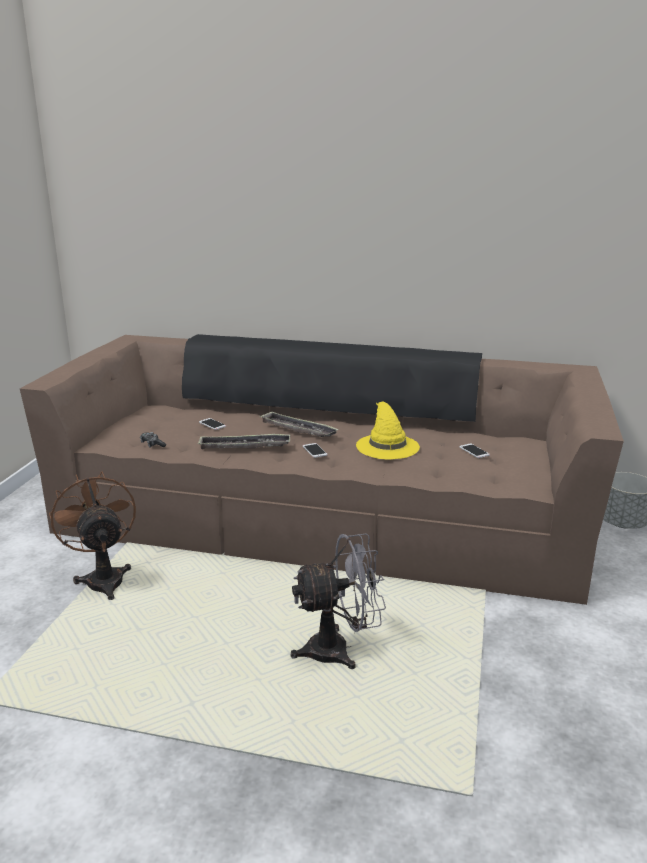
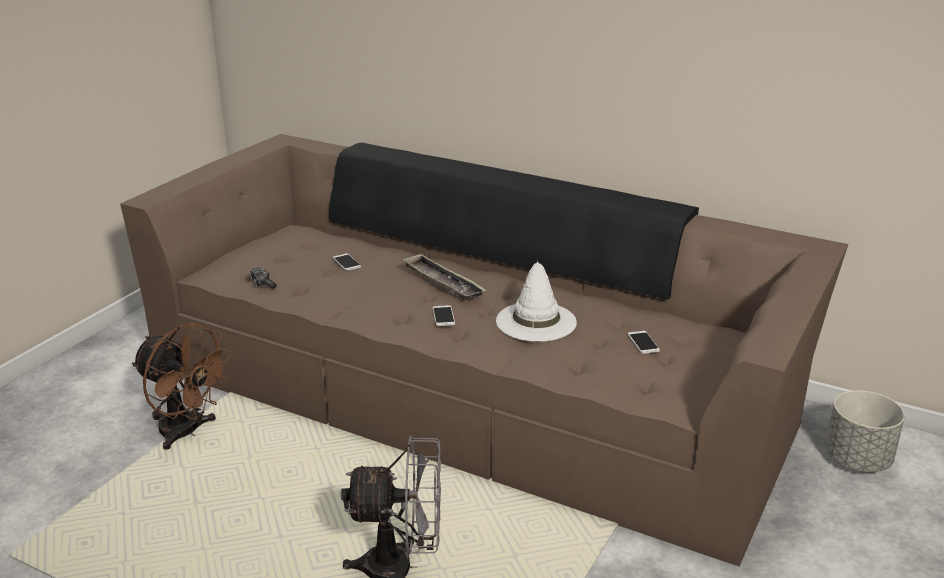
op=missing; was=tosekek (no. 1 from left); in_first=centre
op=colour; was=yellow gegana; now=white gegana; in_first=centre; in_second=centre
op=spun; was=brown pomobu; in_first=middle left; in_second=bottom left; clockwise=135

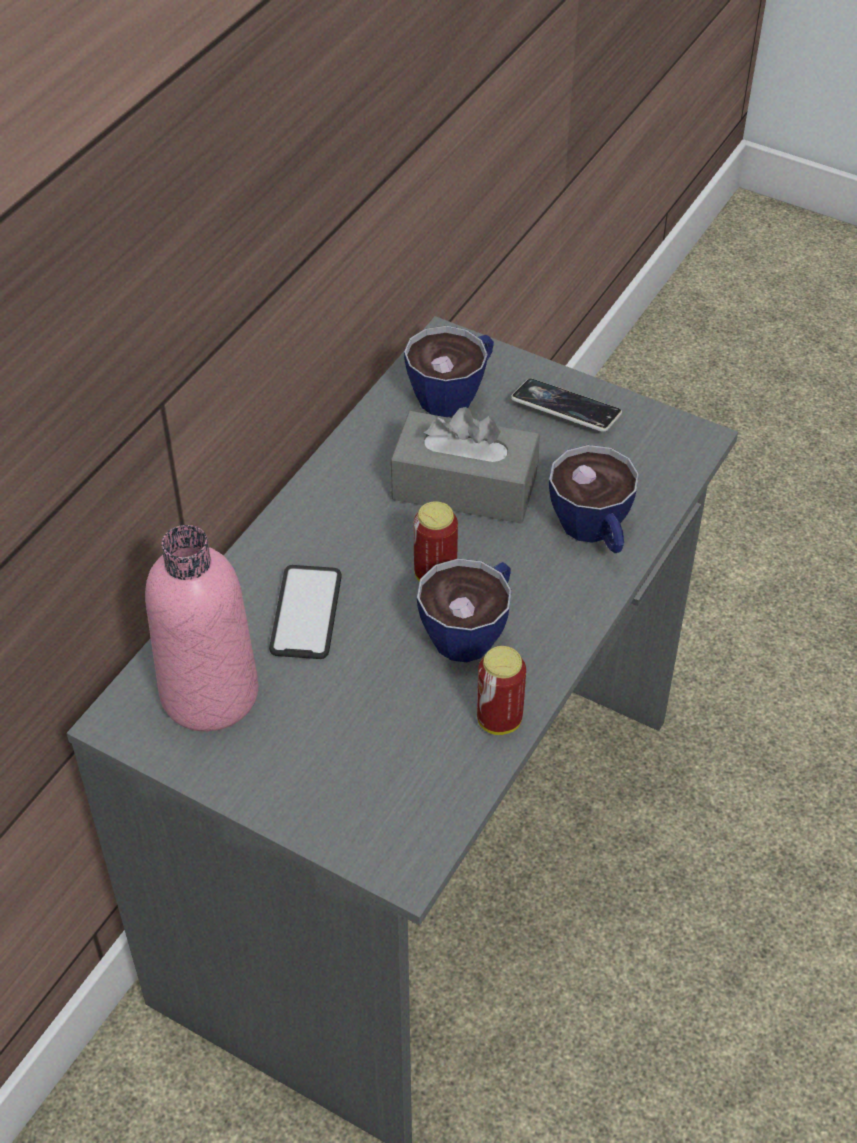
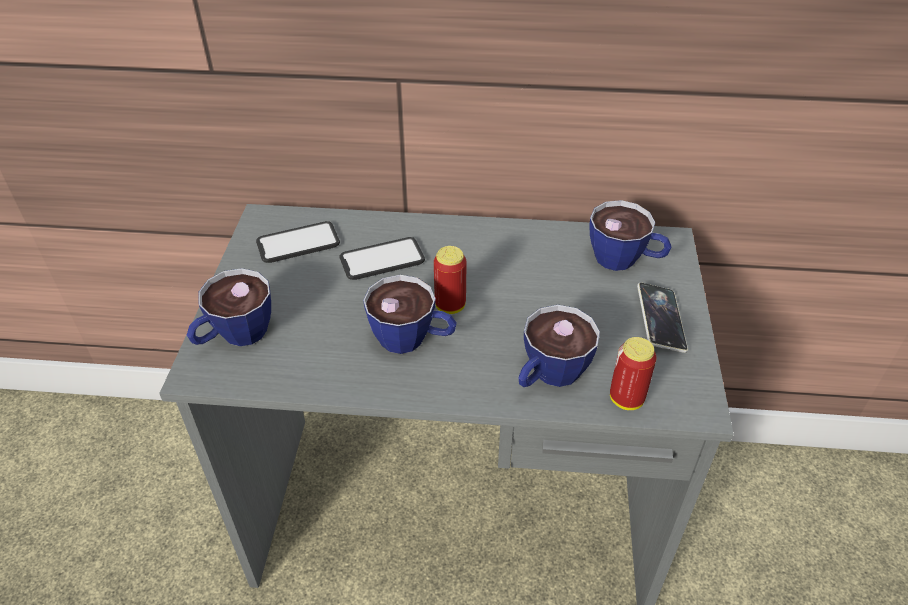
op=missing; was=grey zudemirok; in_first=centre
op=appeared; now=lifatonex (no. 1 from left); in_second=middle left
op=relocated; was=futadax (no. 2 from left); in_first=centre; in_second=middle right
op=exchanged; was=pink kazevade; now=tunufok (no. 1 from left); in_first=middle left; in_second=middle left

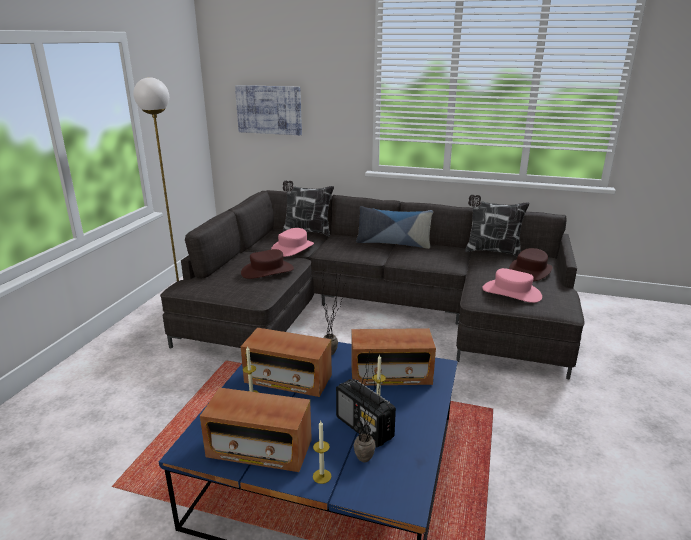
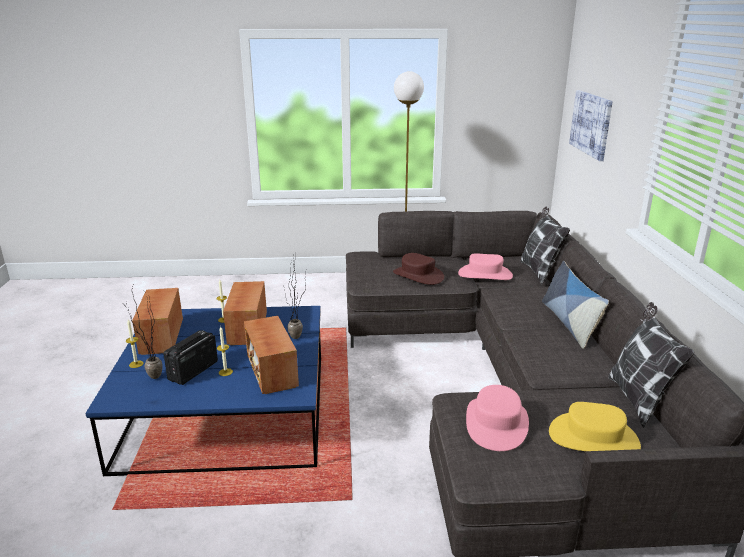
op=colour; was=brown gegana (no. 2 from left); now=yellow gegana; in_first=middle right; in_second=bottom right

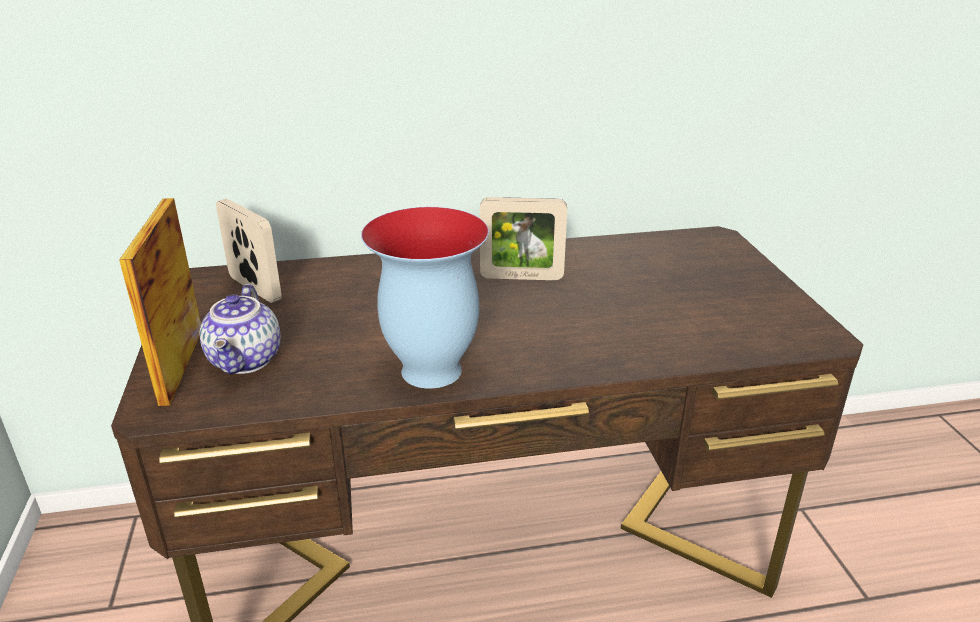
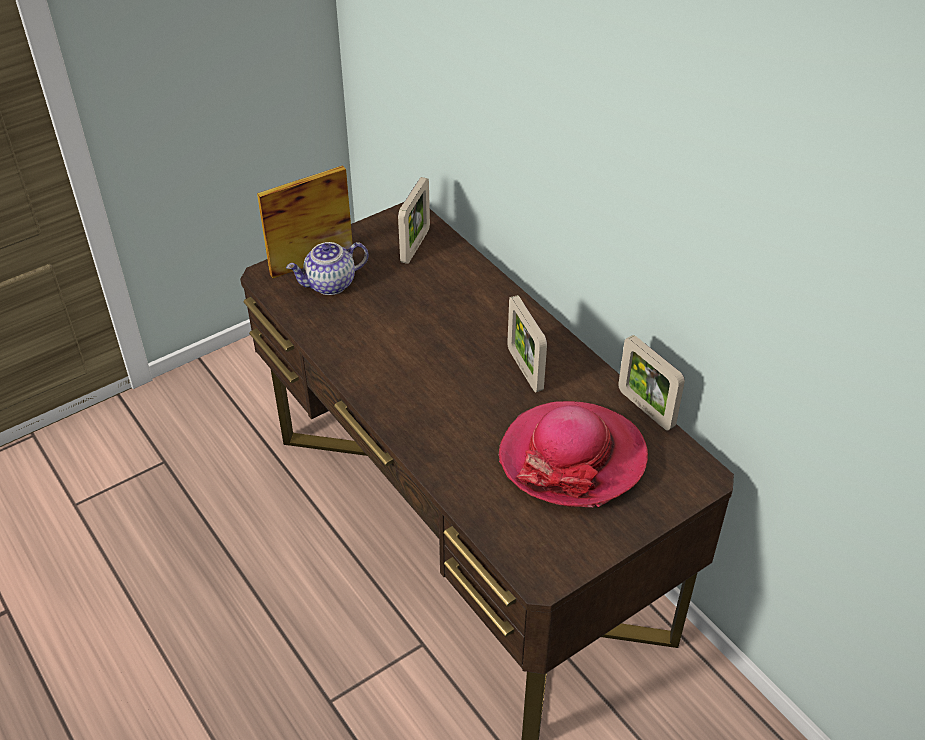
op=missing; was=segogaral; in_first=centre
op=appeared; now=gegana; in_second=centre
op=appeared; now=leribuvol (no. 4 from left); in_second=middle right

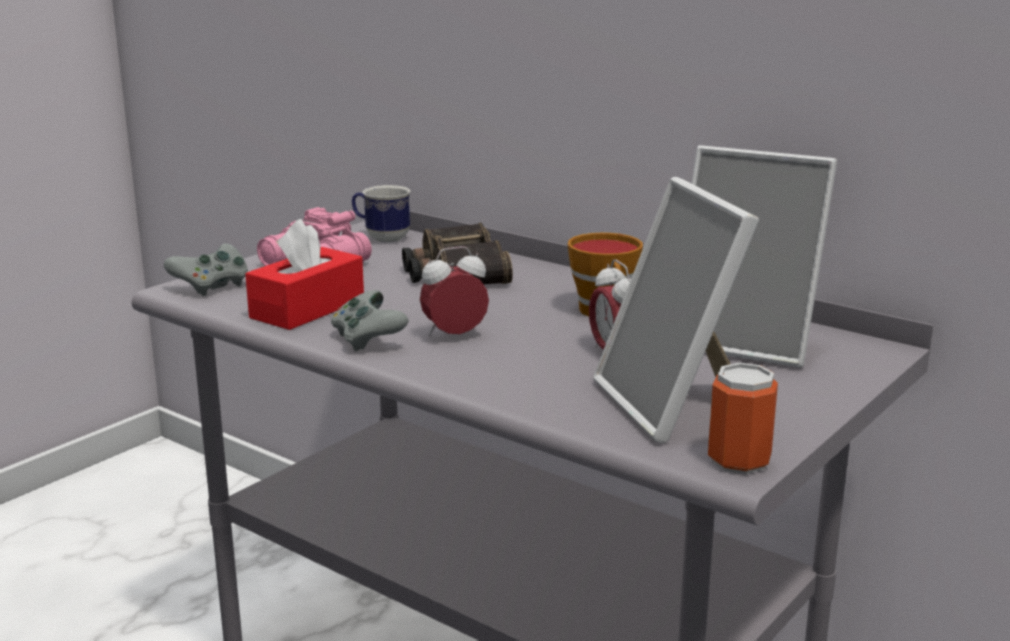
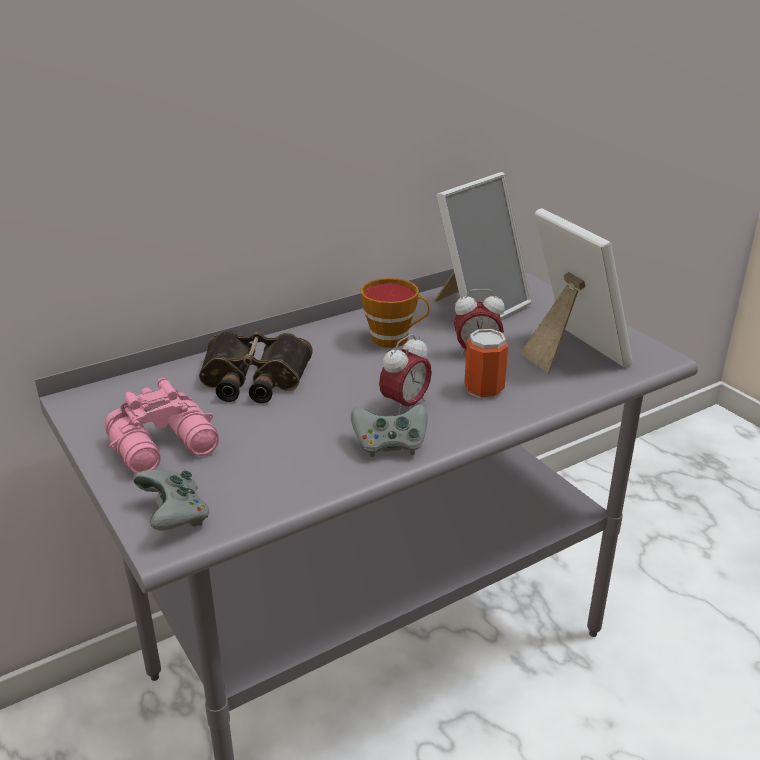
op=missing; was=red zudemirok; in_first=middle left
op=missing; was=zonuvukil; in_first=top centre
op=relocated; was=futadax; in_first=middle right; in_second=centre
op=spun; was=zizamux (no. 1 from left); in_first=centre; in_second=centre; clockwise=-135
op=spun; was=leribuvol (no. 1 from left in the first image); in_first=middle right; in_second=middle right; clockwise=-120

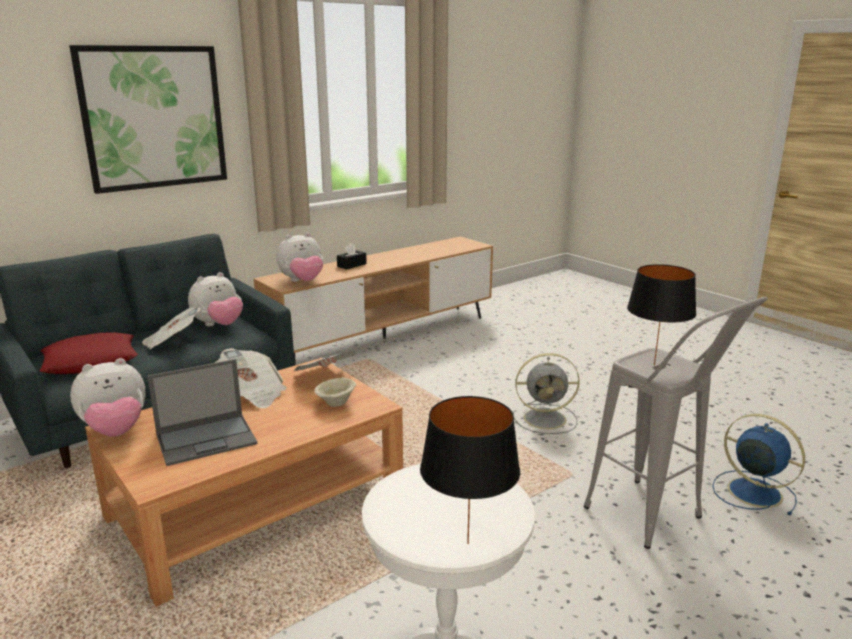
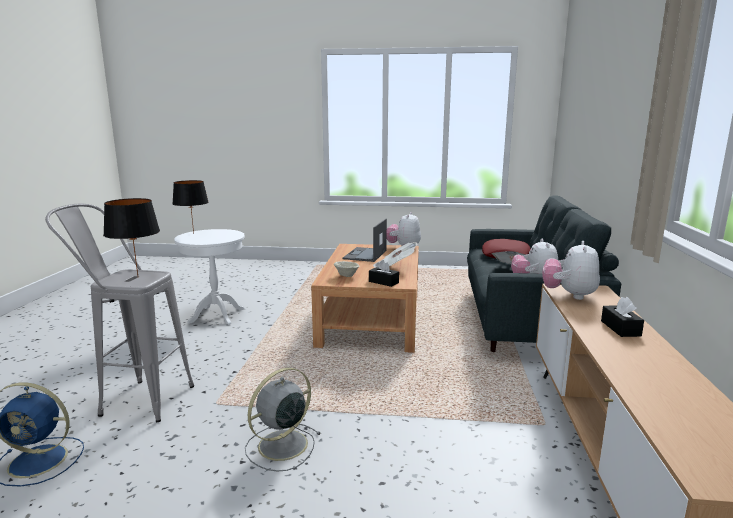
op=missing; was=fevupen; in_first=top left
op=exchanged; was=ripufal (no. 3 from left); now=black zudemirok (no. 1 from left); in_first=centre; in_second=centre

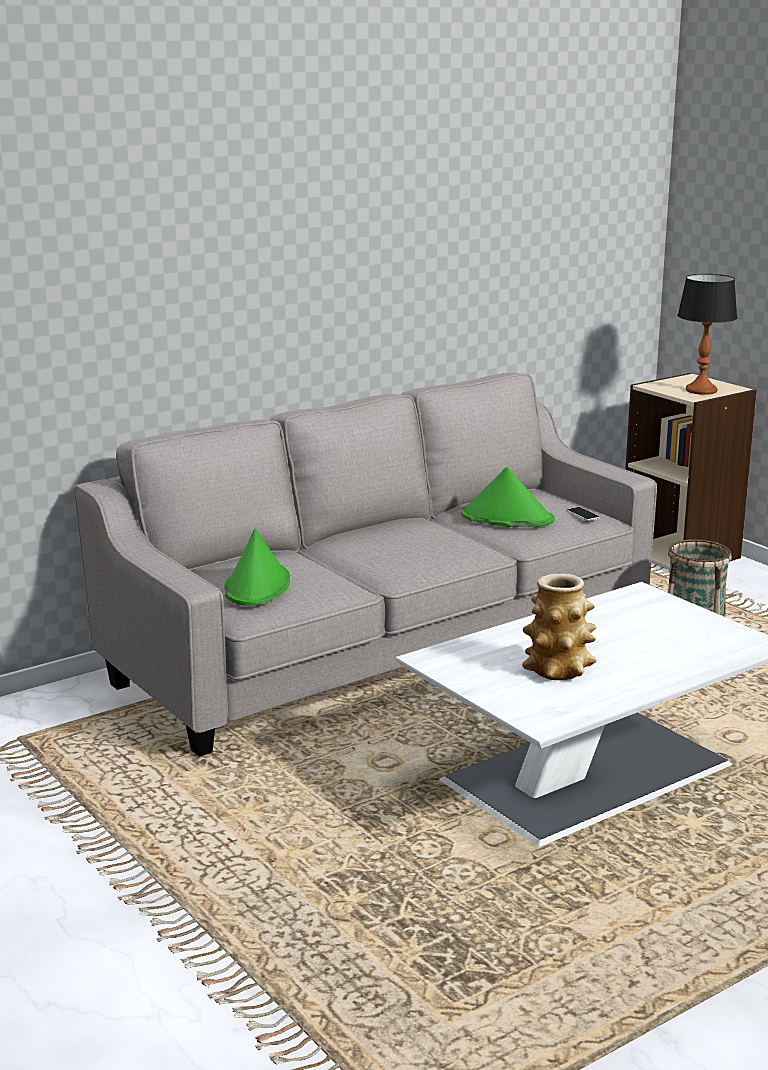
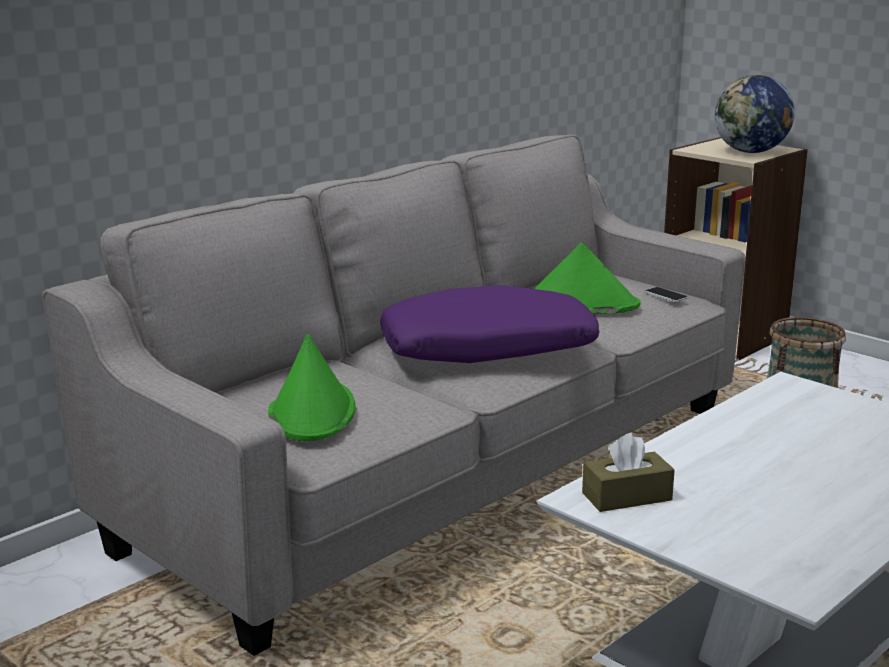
op=missing; was=segogaral; in_first=middle right
op=appeared; now=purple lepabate; in_second=centre
op=appeared; now=brown zudemirok; in_second=bottom right
op=exchanged; was=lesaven; now=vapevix; in_first=top right; in_second=top right

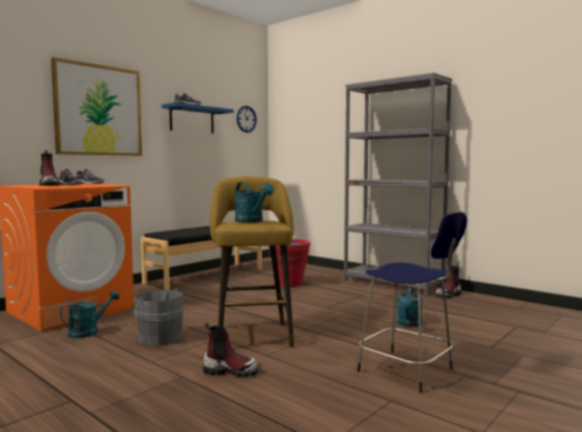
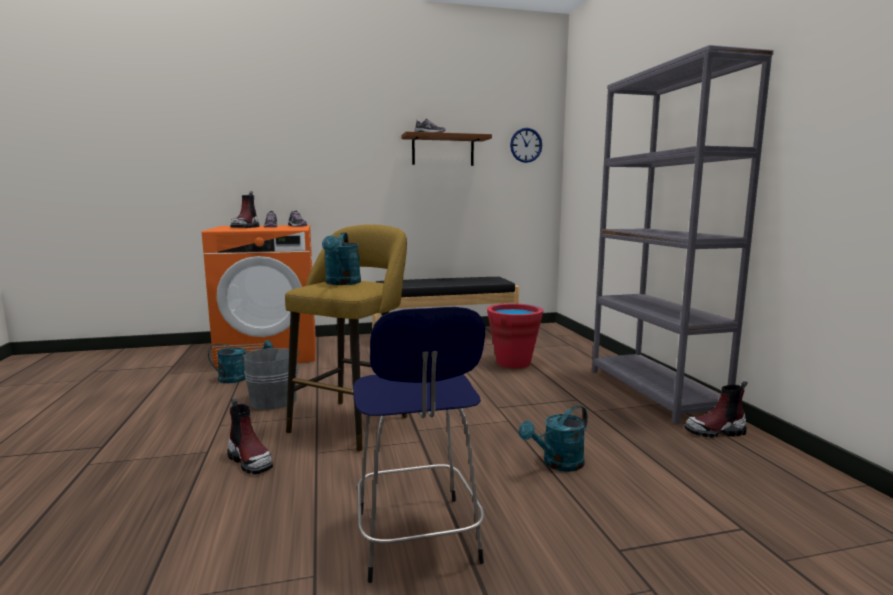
op=missing; was=fevupen; in_first=top left
op=colour; was=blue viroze; now=brown viroze; in_first=top centre; in_second=top centre

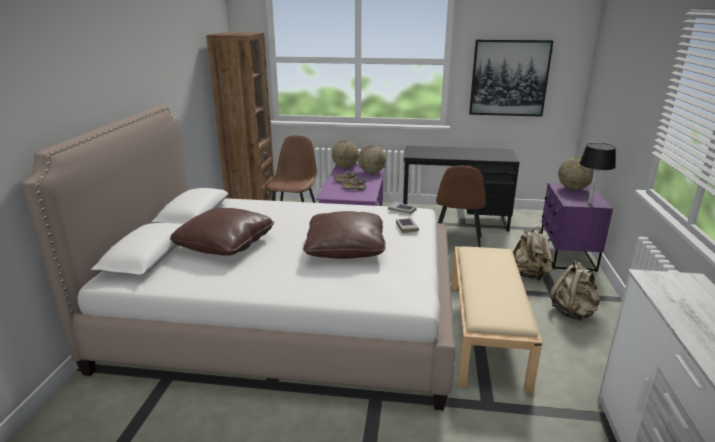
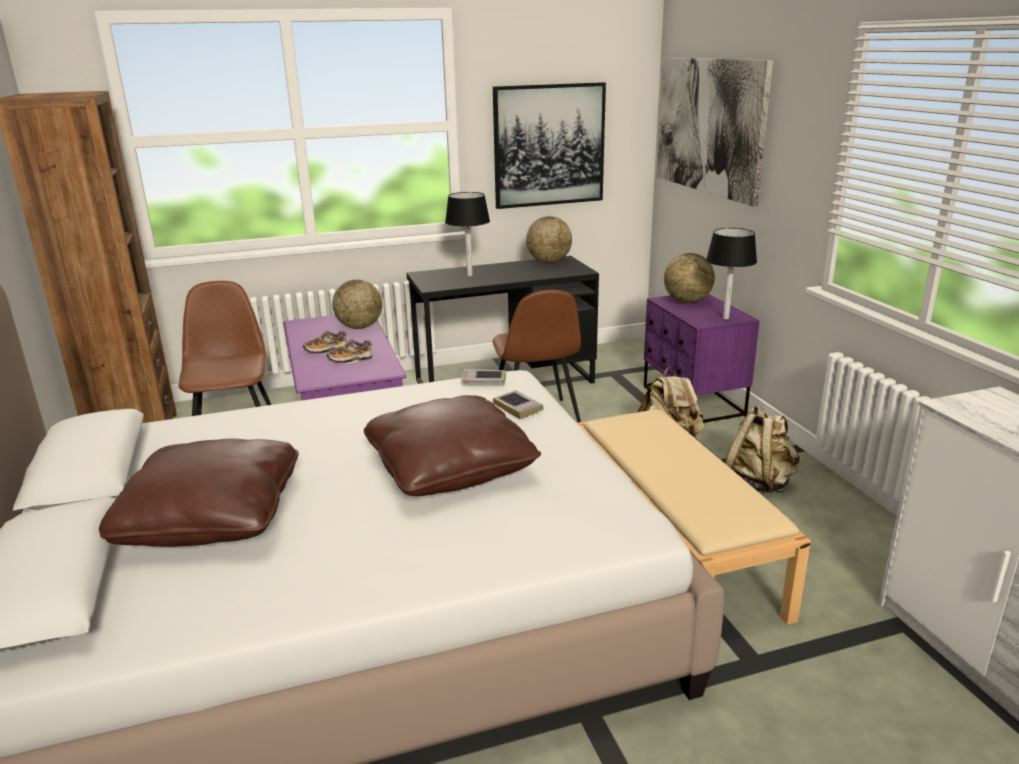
op=appeared; now=black lesaven (no. 1 from left); in_second=top centre
op=appeared; now=fevupen (no. 2 from left); in_second=top right
op=relocated; was=vapevix (no. 1 from left in the first image); now=vapevix (no. 2 from left); in_first=centre; in_second=top centre

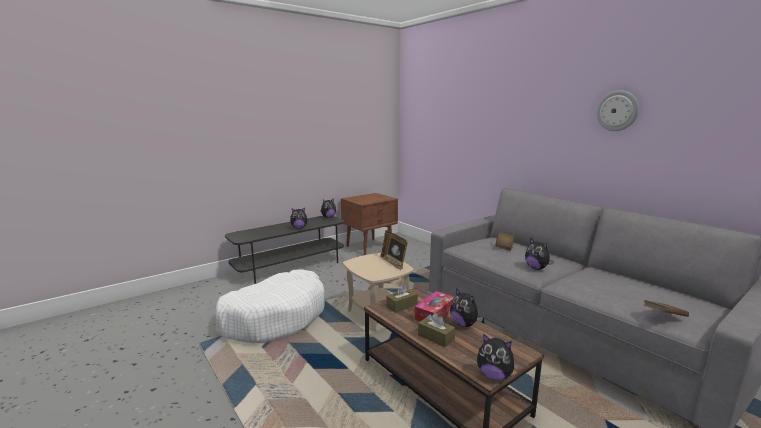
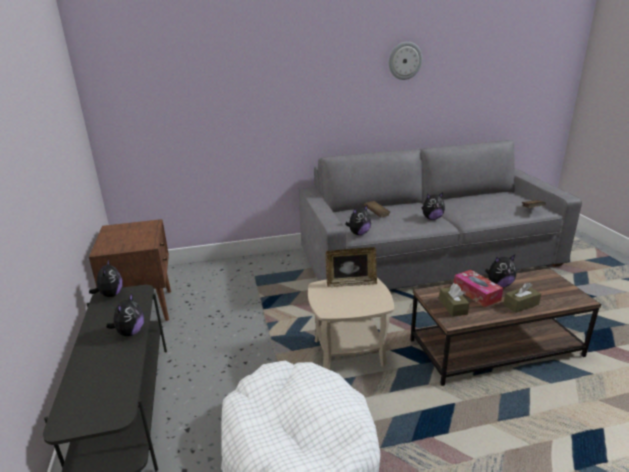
op=relocated; was=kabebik (no. 4 from left in the first image); now=kabebik (no. 3 from left); in_first=bottom centre; in_second=centre

